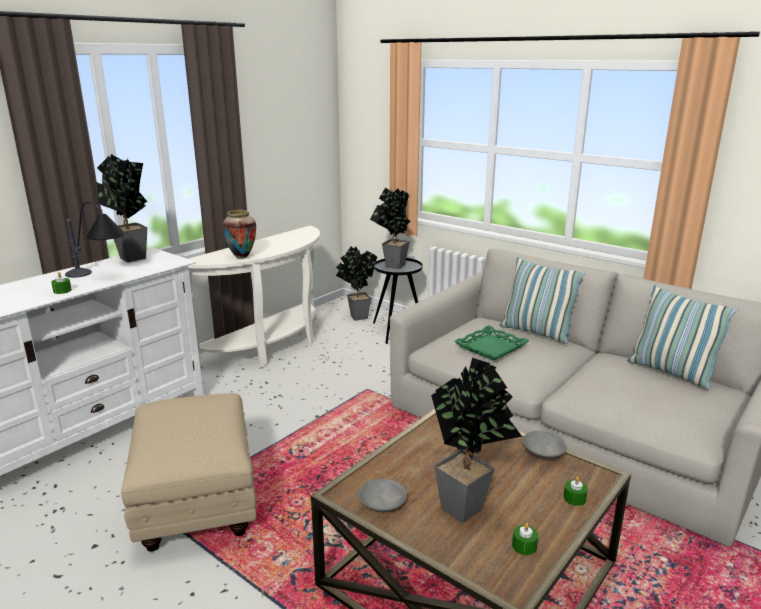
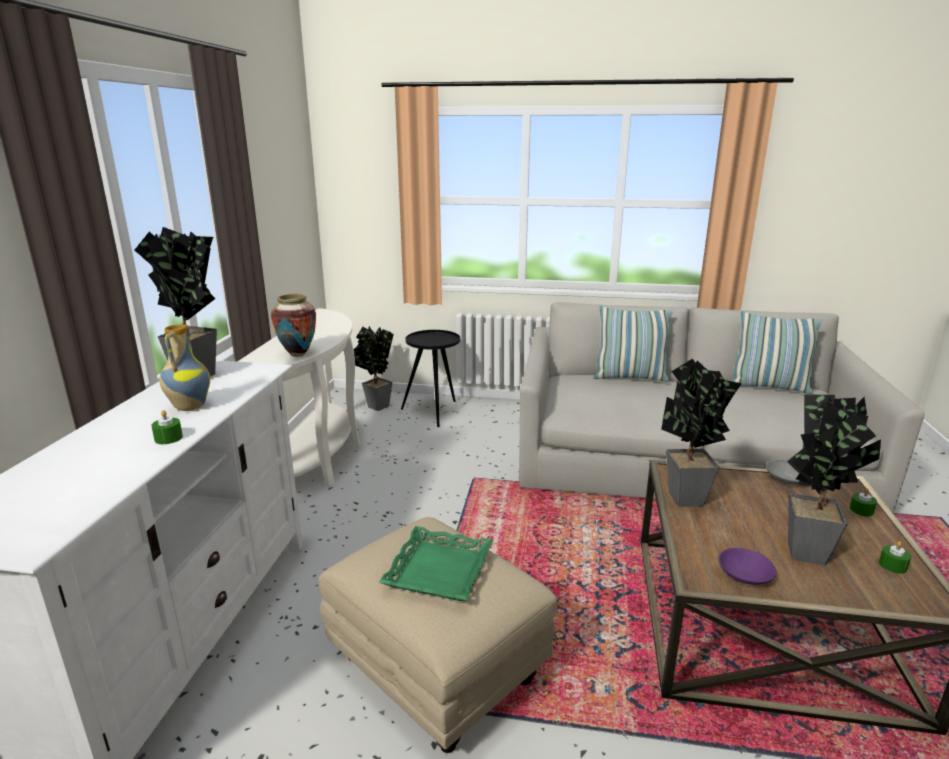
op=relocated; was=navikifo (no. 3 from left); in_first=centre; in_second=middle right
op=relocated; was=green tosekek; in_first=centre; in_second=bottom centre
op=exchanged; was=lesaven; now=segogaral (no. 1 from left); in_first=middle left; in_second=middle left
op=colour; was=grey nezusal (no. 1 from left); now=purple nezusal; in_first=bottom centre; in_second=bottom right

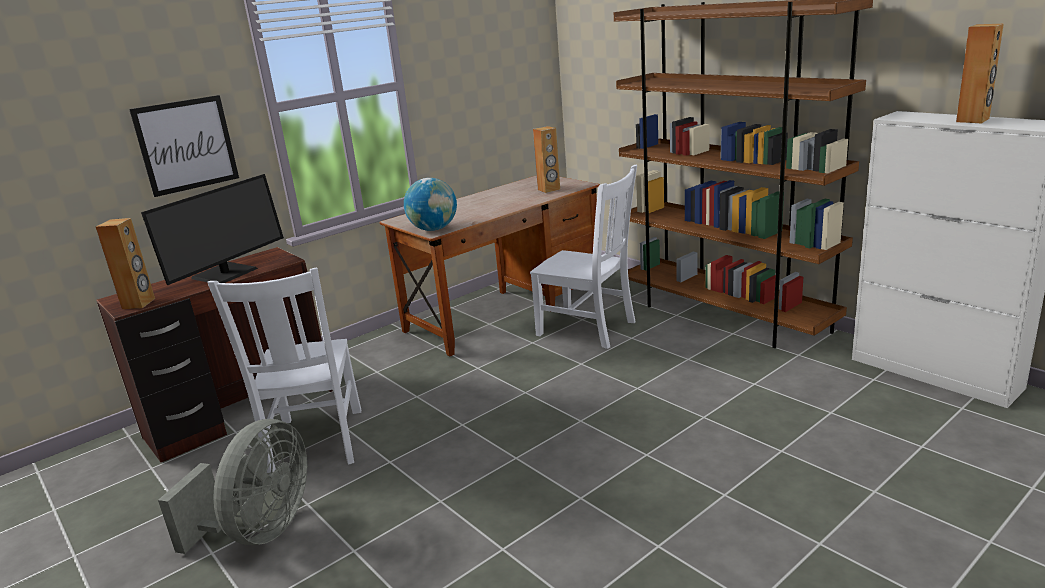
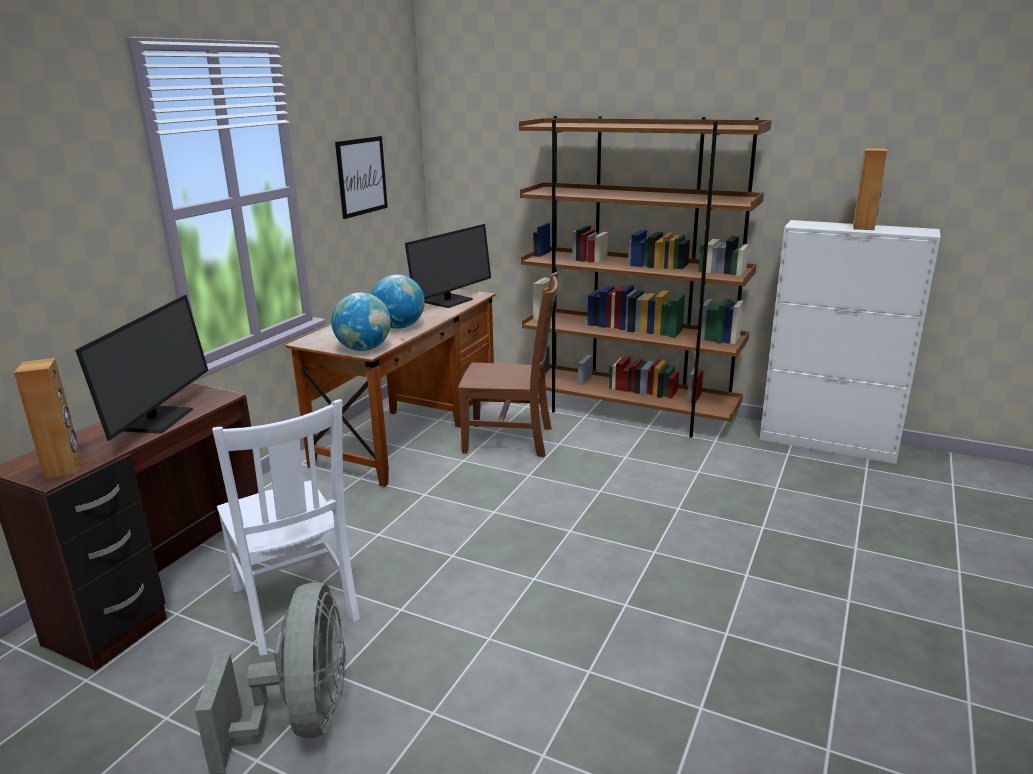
op=appeared; now=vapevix (no. 2 from left); in_second=centre
op=relocated; was=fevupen; in_first=top left; in_second=top centre
op=exchanged; was=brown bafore (no. 2 from left); now=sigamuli (no. 2 from left); in_first=top centre; in_second=centre
op=colour; was=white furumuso (no. 2 from left); now=brown furumuso; in_first=centre; in_second=centre

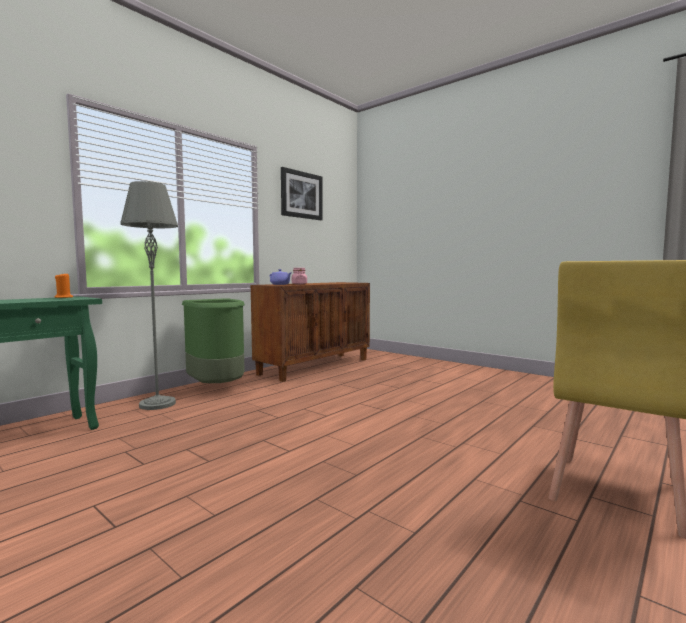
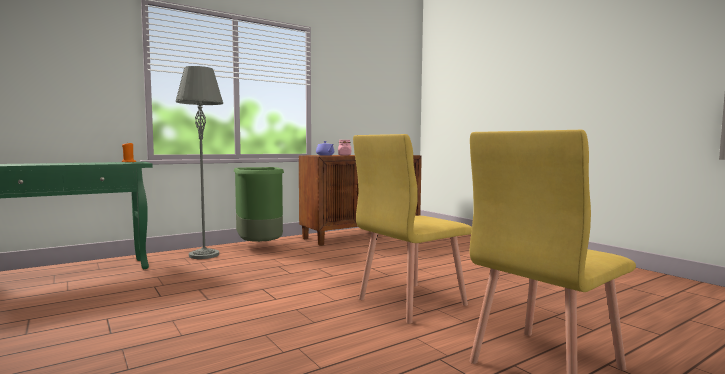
op=missing; was=fevupen; in_first=top centre
op=appeared; now=yellow furumuso (no. 1 from left); in_second=centre

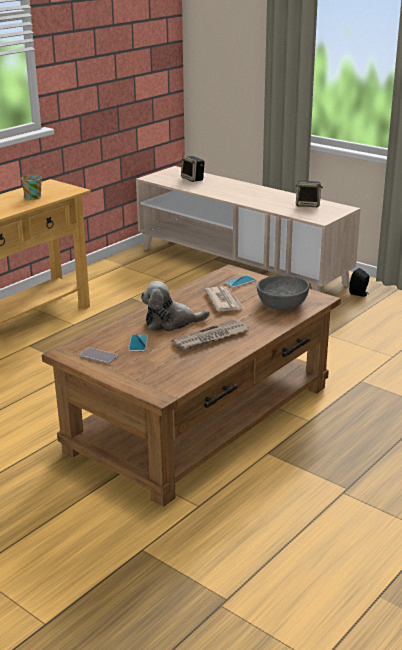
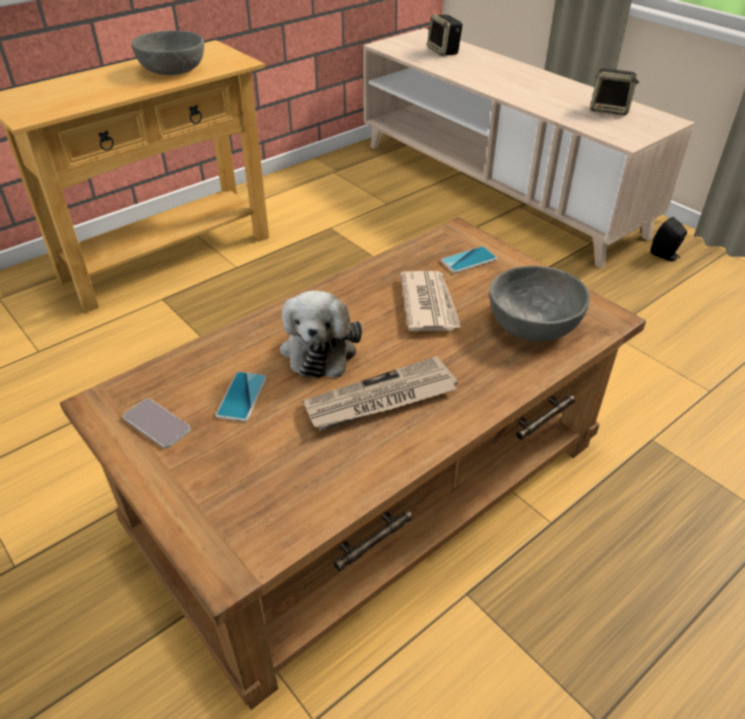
op=exchanged; was=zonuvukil; now=grey nezusal (no. 1 from left); in_first=top left; in_second=top left
op=spun; was=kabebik; in_first=centre; in_second=centre; clockwise=-90

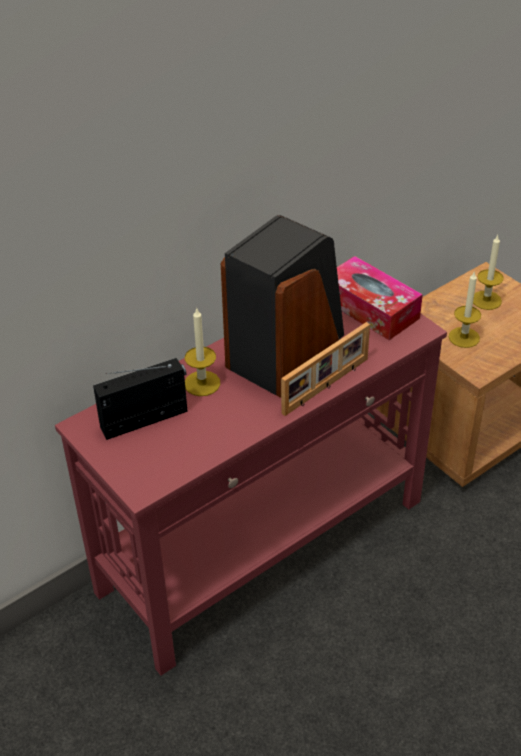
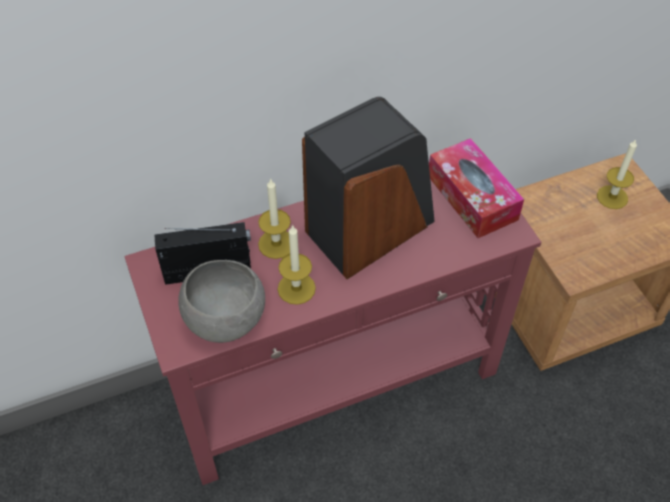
op=missing; was=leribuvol; in_first=centre
op=appeared; now=grey nezusal; in_second=middle left
op=relocated; was=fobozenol (no. 2 from left); in_first=middle right; in_second=centre

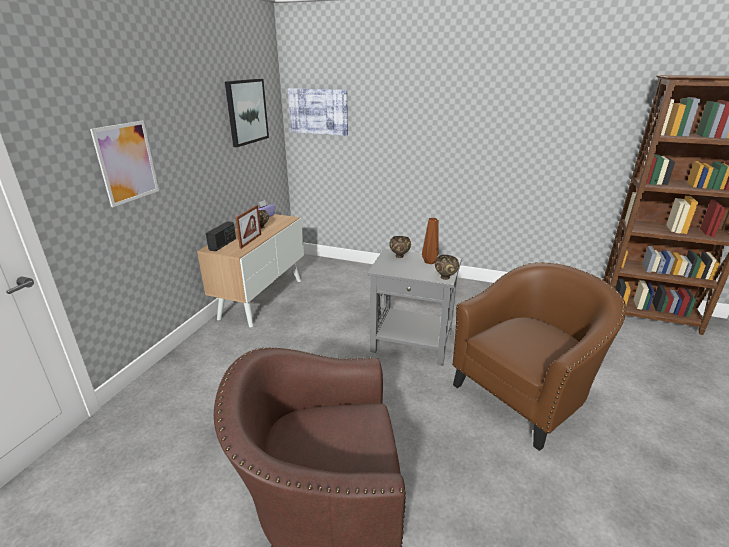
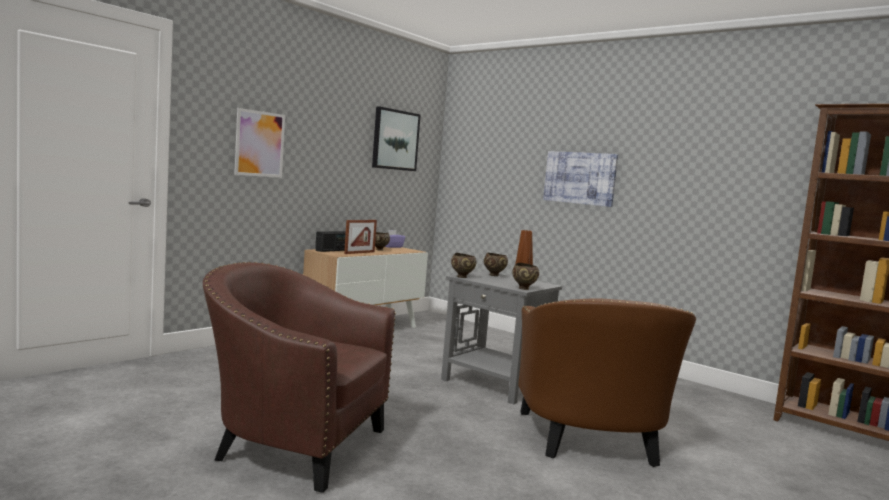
op=appeared; now=brown nezusal (no. 2 from left); in_second=centre
op=relocated; was=fevupen (no. 3 from left); in_first=top centre; in_second=centre
op=spun; was=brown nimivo (no. 2 from left); in_first=middle right; in_second=bottom right; clockwise=105

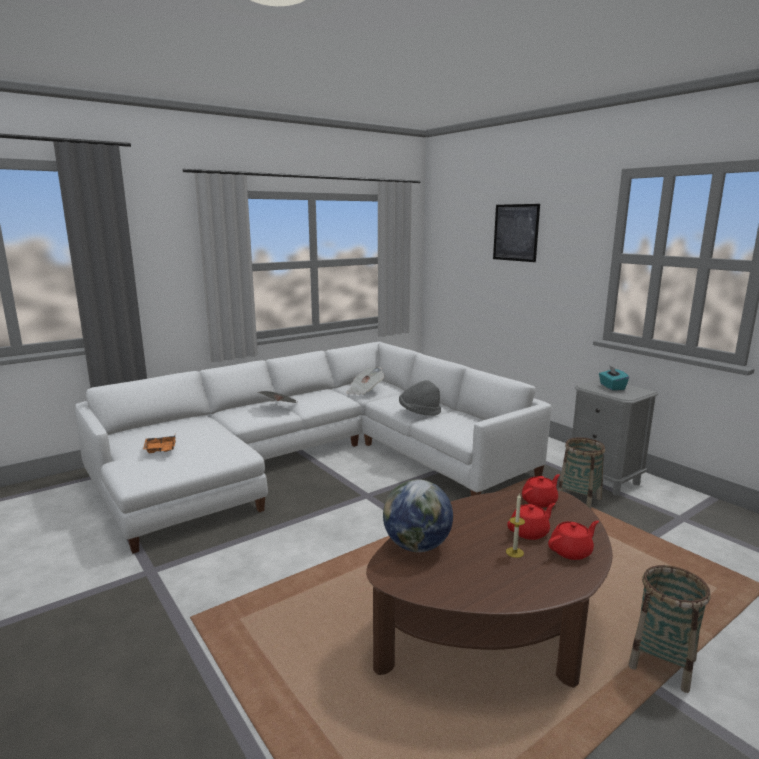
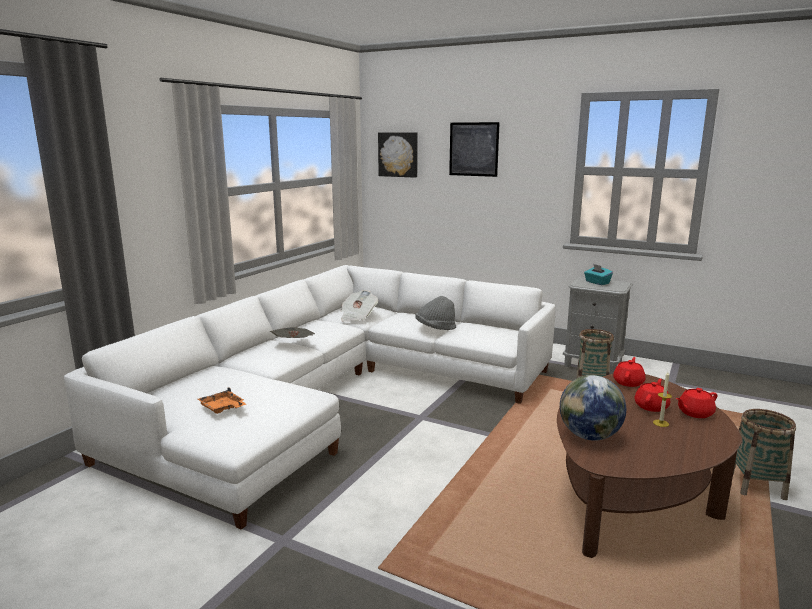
op=appeared; now=fevupen (no. 1 from left); in_second=top centre
op=spun; was=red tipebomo (no. 3 from left); in_first=bottom right; in_second=middle right; clockwise=-150

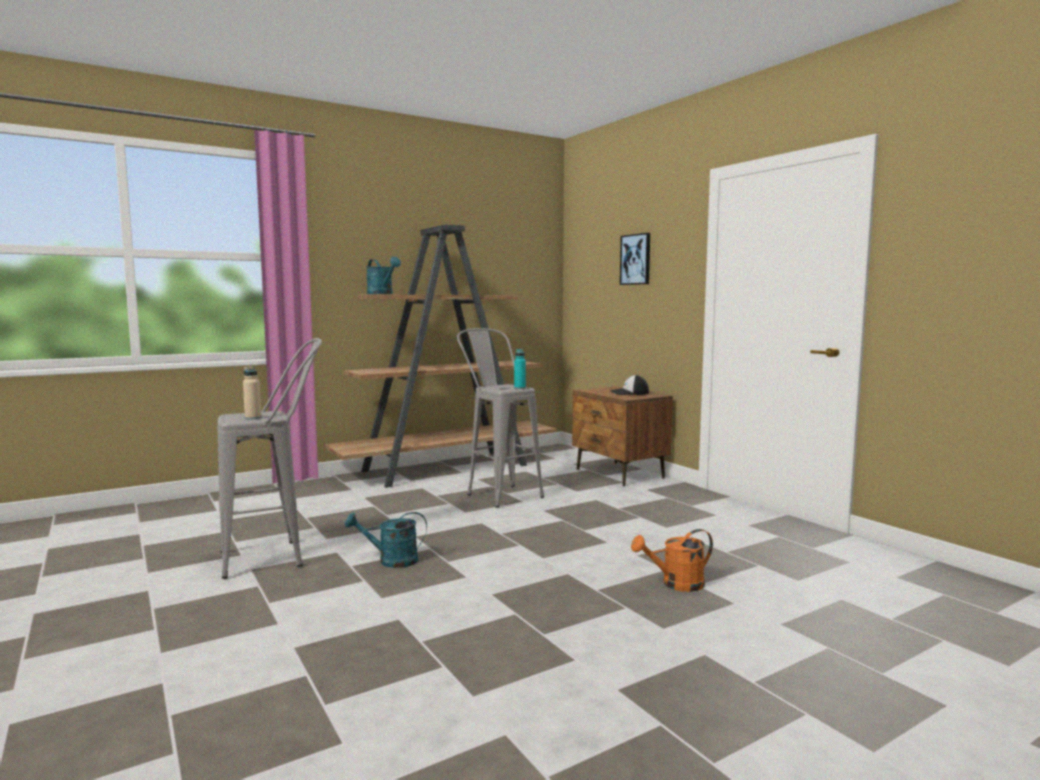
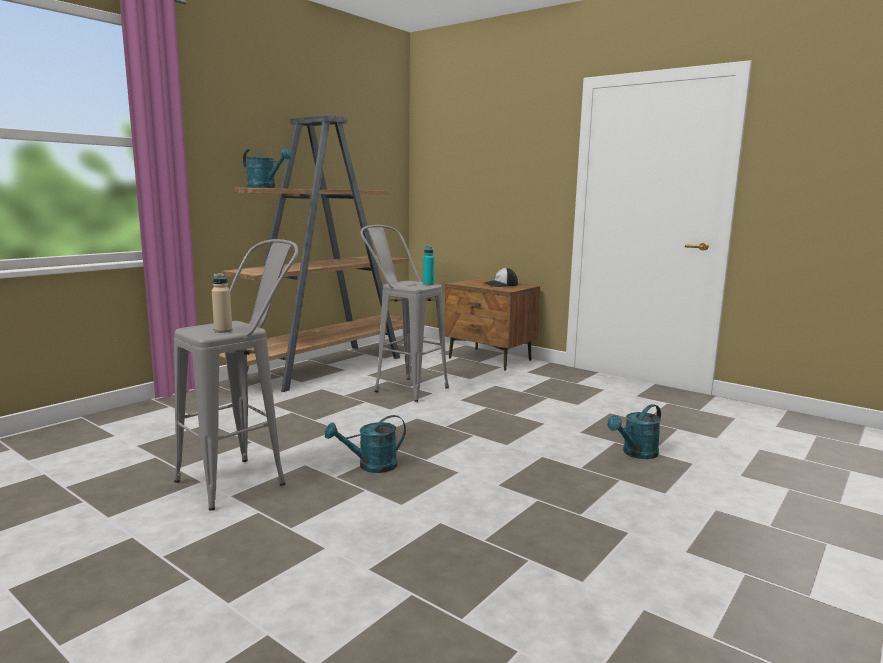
op=missing; was=fevupen; in_first=top centre
op=colour; was=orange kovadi; now=turquoise kovadi (no. 3 from left); in_first=bottom centre; in_second=middle right

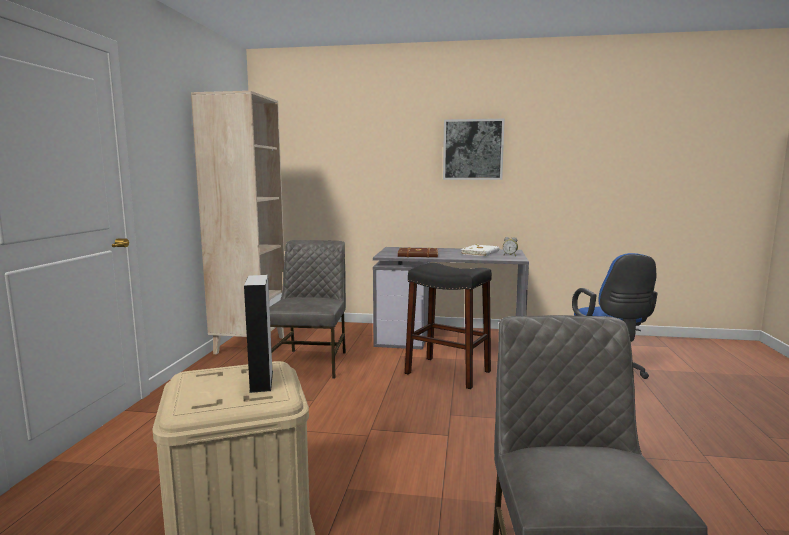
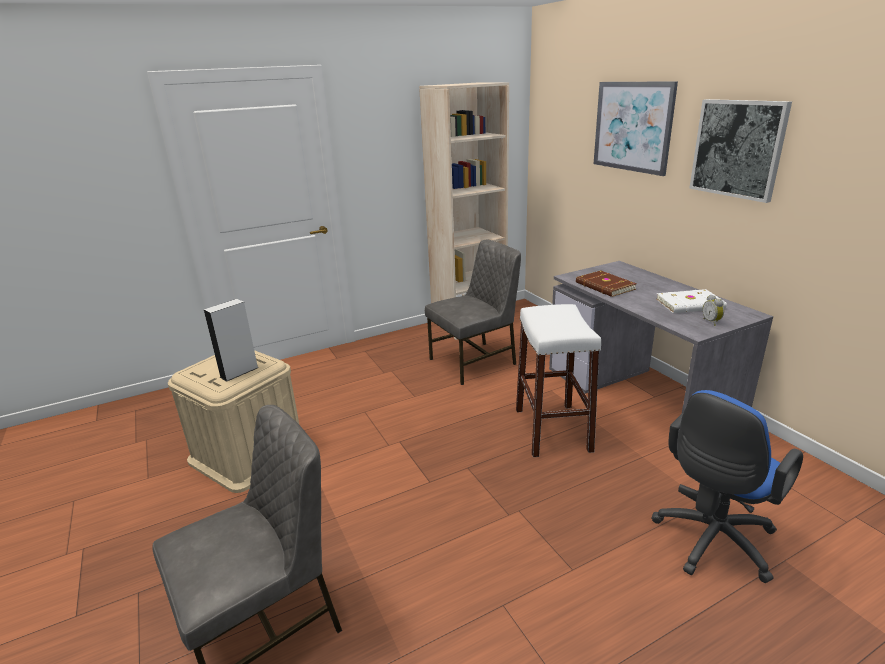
op=appeared; now=fevupen (no. 1 from left); in_second=top right
op=colour; was=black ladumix; now=white ladumix; in_first=centre; in_second=centre

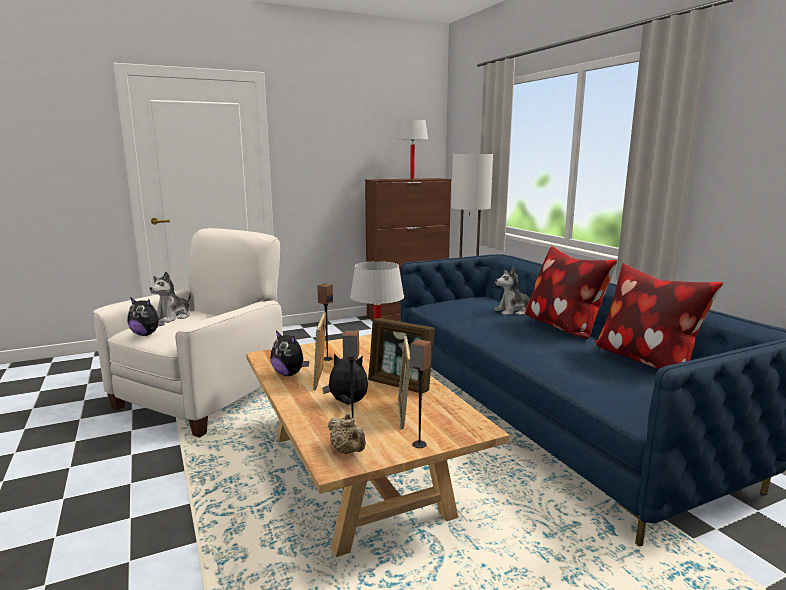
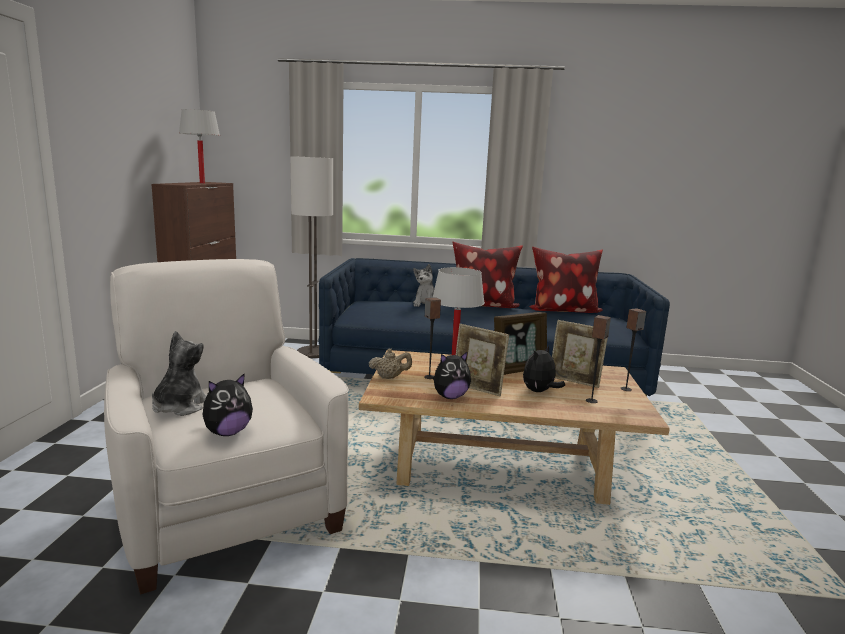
op=relocated; was=beige tipebomo; in_first=bottom centre; in_second=centre
op=spun; was=kabebik (no. 2 from left in the first image); in_first=middle left; in_second=middle left; clockwise=-135

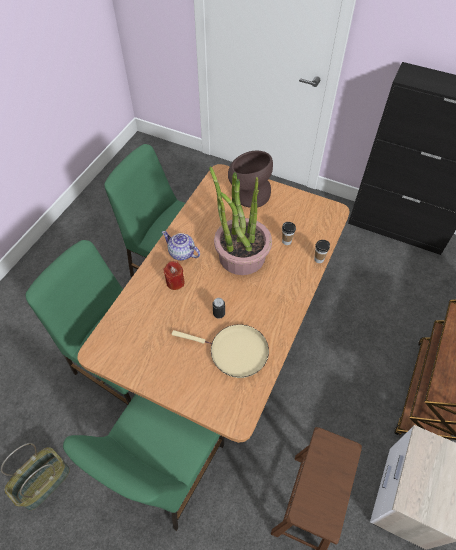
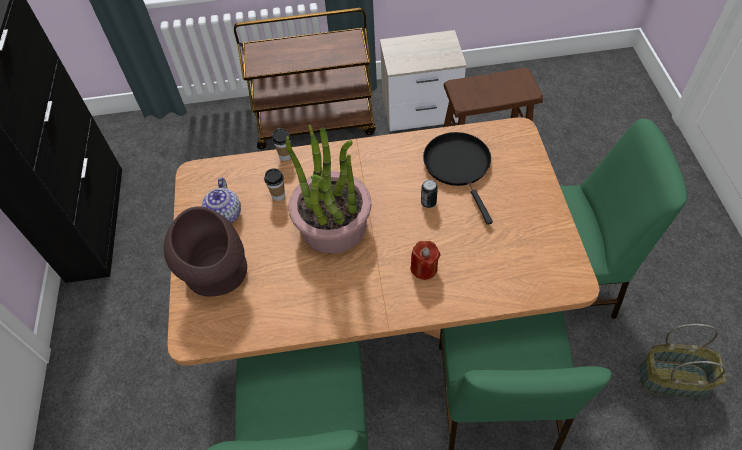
op=relocated; was=tipebomo; in_first=centre; in_second=middle left
op=colour; was=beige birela; now=black birela; in_first=centre; in_second=centre

